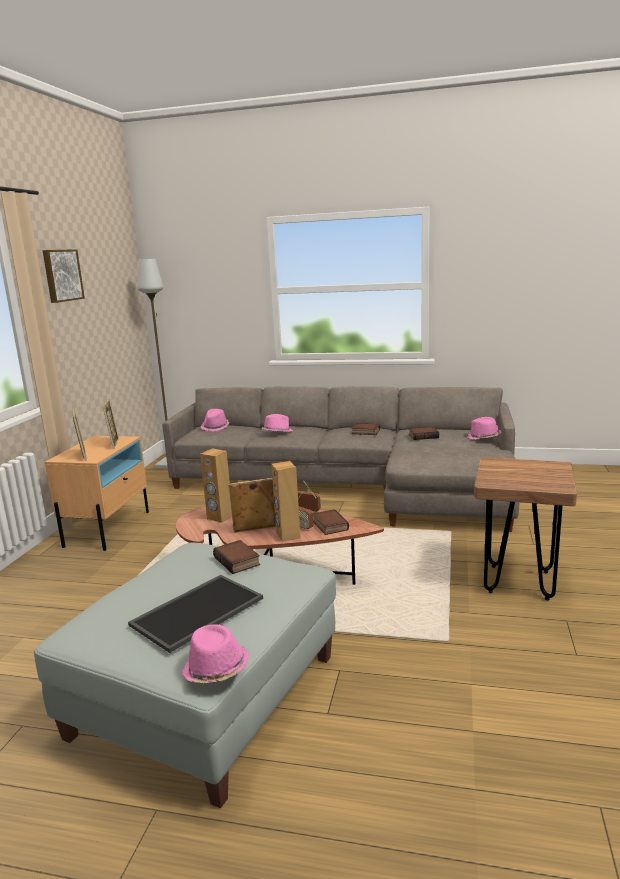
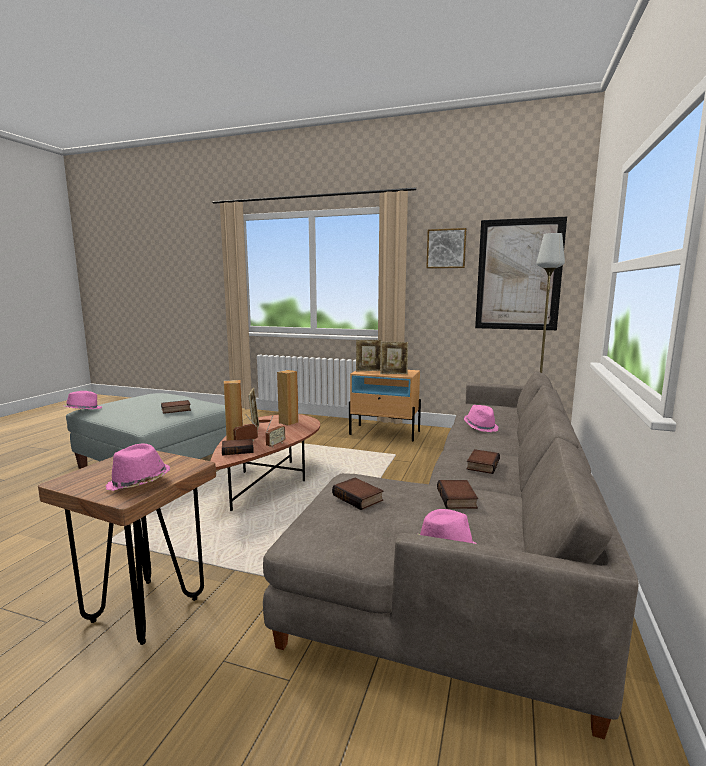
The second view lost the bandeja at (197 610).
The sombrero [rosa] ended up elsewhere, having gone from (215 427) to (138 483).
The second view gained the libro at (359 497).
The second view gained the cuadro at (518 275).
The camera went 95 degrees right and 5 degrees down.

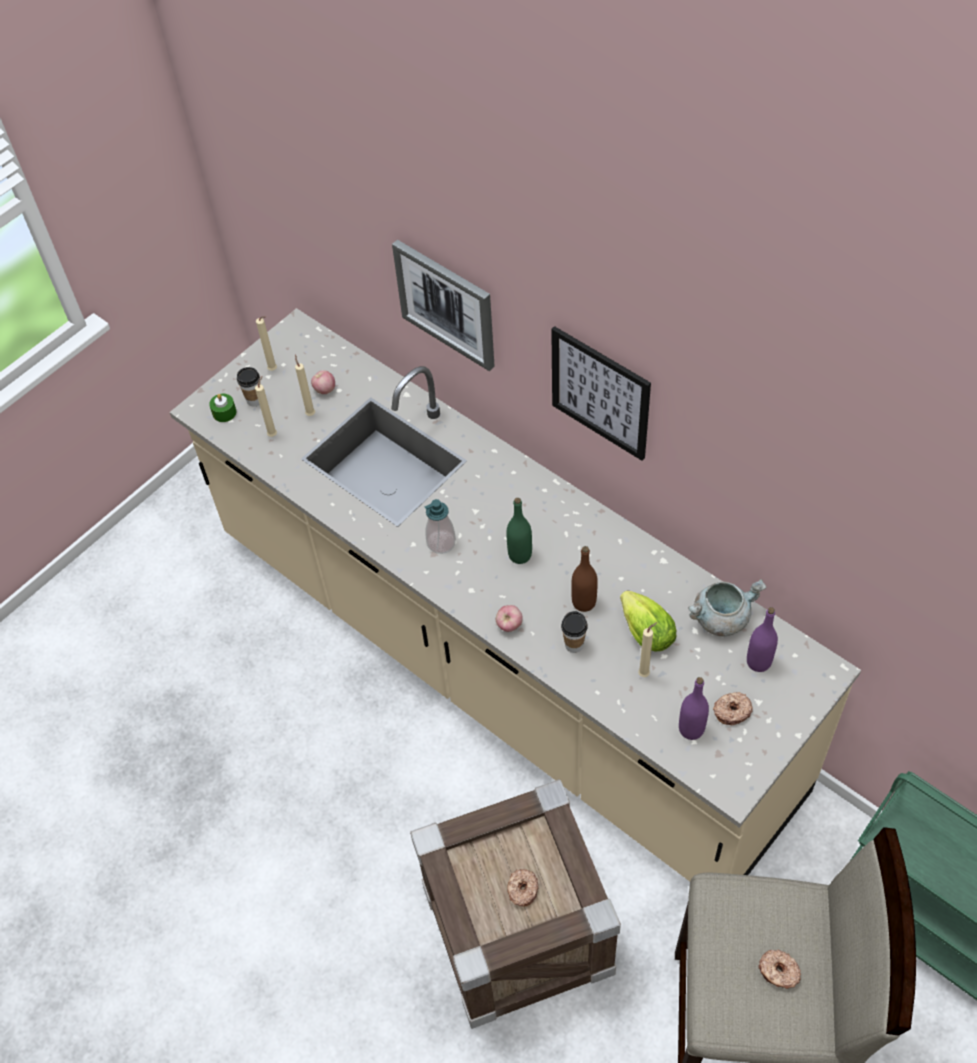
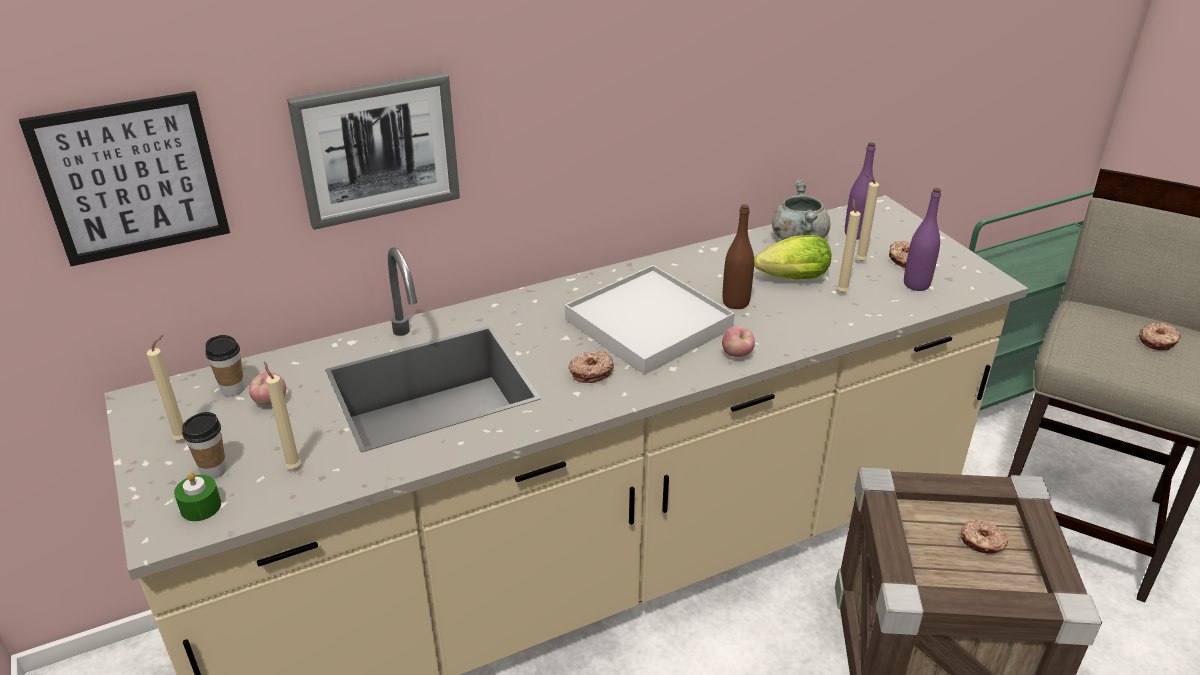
The vela [beis] ended up elsewhere, having gone from (310 413) to (858 261).
Where the dispensador de jabón stood at (441 542), the rosquilla came to stand at (591 372).
Where the botella [verde] stood at (520 555), the bandeja [blanco] came to stand at (648 324).
The cuadro ended up elsewhere, having gone from (600 393) to (131 178).
The taza ended up elsewhere, having gone from (574 645) to (233 389).
The camera went 70 degrees left and 20 degrees down.

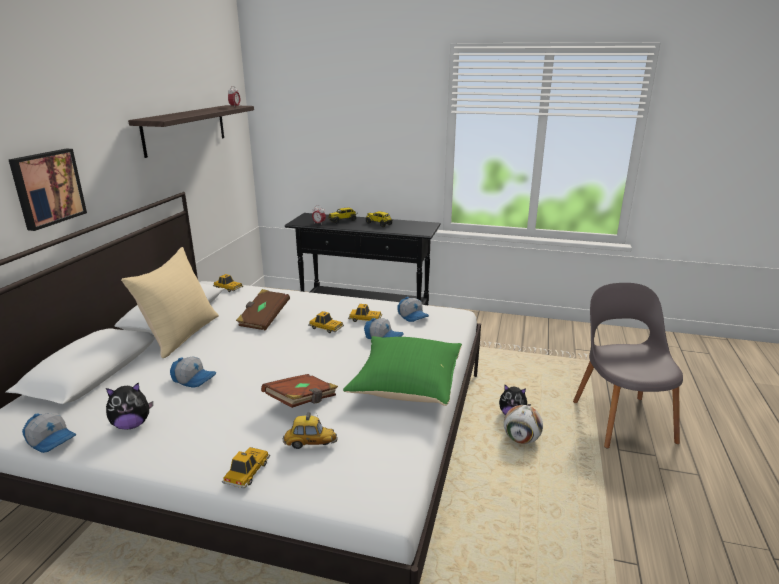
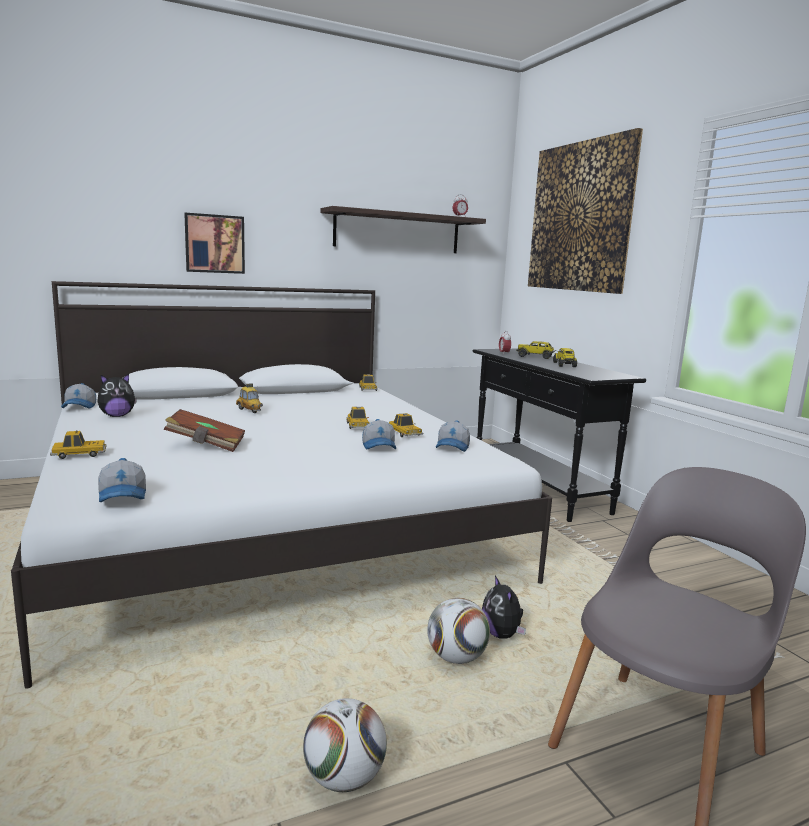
The peluche at (132 425) ended up facing another way, 60 degrees counterclockwise from before.
The second view lost the cojín [beis] at (181 335).
The gorra ended up elsewhere, having gone from (194 379) to (124 495).
The second view lost the libro [marrón] at (263 319).
The coche de juguete ended up elsewhere, having gone from (310 444) to (249 410).
The second view lost the cojín [verde] at (406 385).
The second view gained the balón de fútbol at (343 778).
The second view gained the cuadro at (580 217).
The camera went 50 degrees right and 10 degrees down.

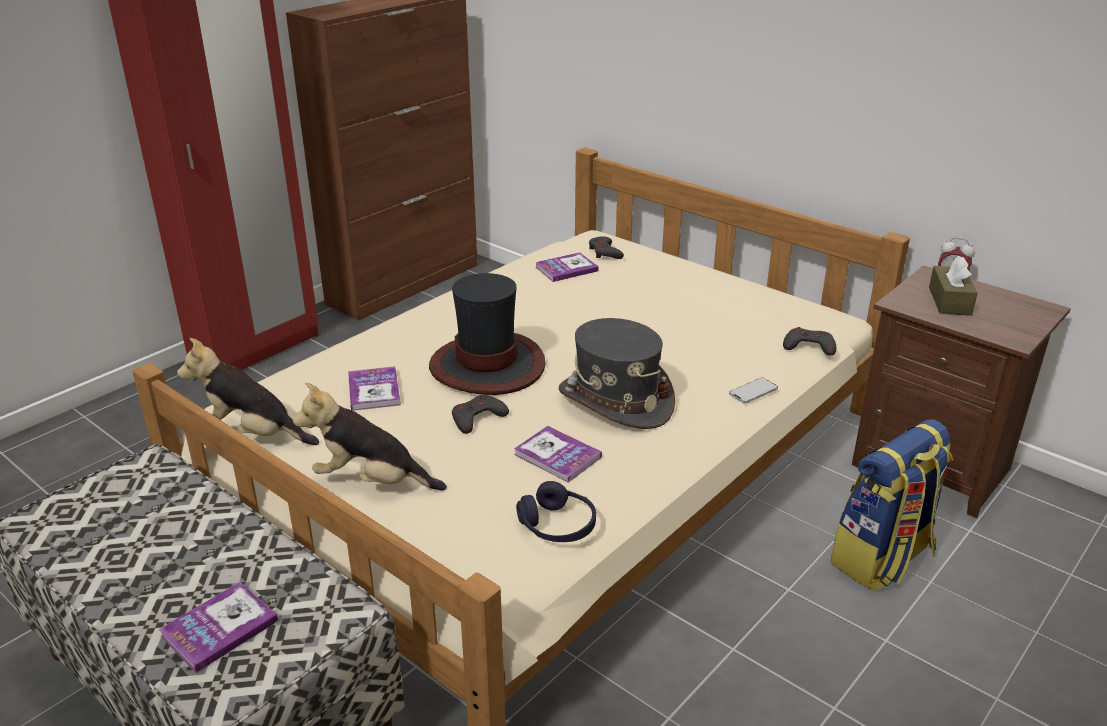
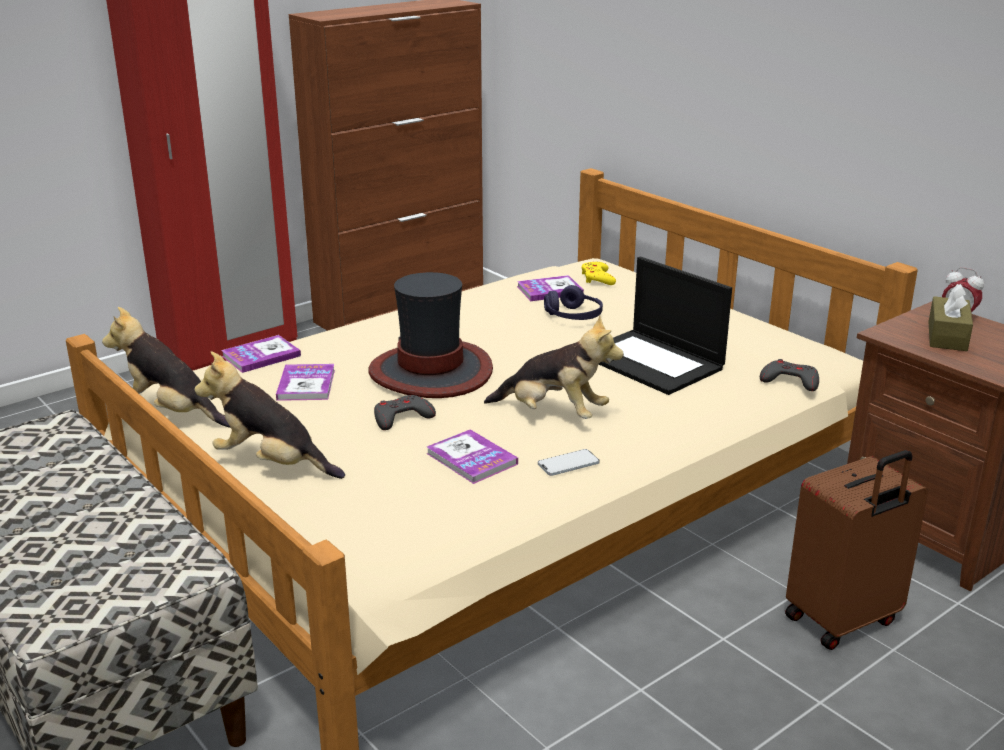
The libro ended up elsewhere, having gone from (219 628) to (261 356).
The auriculares [morado] ended up elsewhere, having gone from (557 526) to (573 316).
Where the sombrero [gris] stood at (615 401), the peluche came to stand at (553 414).
What was the mando de consola [gris] at (605 252) turned into the mando de consola [amarillo] at (597 278).
The móvil ended up elsewhere, having gone from (753 391) to (568 464).
Where the mochila stood at (882 559), the maleta [marrón] came to stand at (843 621).
The second view gained the portátil at (653 362).
The camera went 10 degrees right and 5 degrees down.

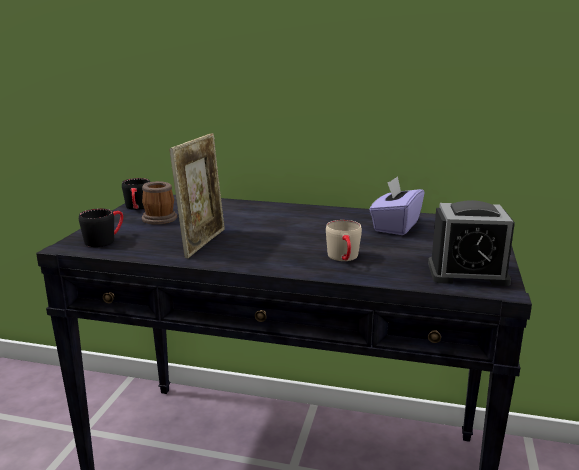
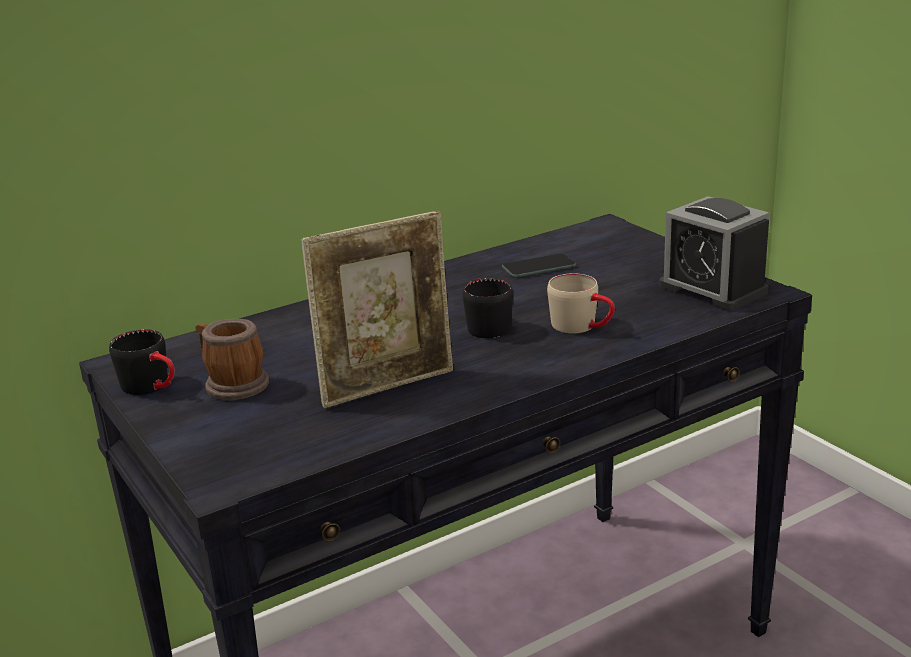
The taza grande [negro] ended up elsewhere, having gone from (105 240) to (486 324).
The portarretratos at (202 242) ended up facing another way, 90 degrees clockwise from before.
Where the caja de pañuelos [morado] stood at (395 226), the móvil came to stand at (538 267).
The despertador at (467 273) ended up facing another way, 90 degrees clockwise from before.
The camera went 45 degrees left and 5 degrees up.

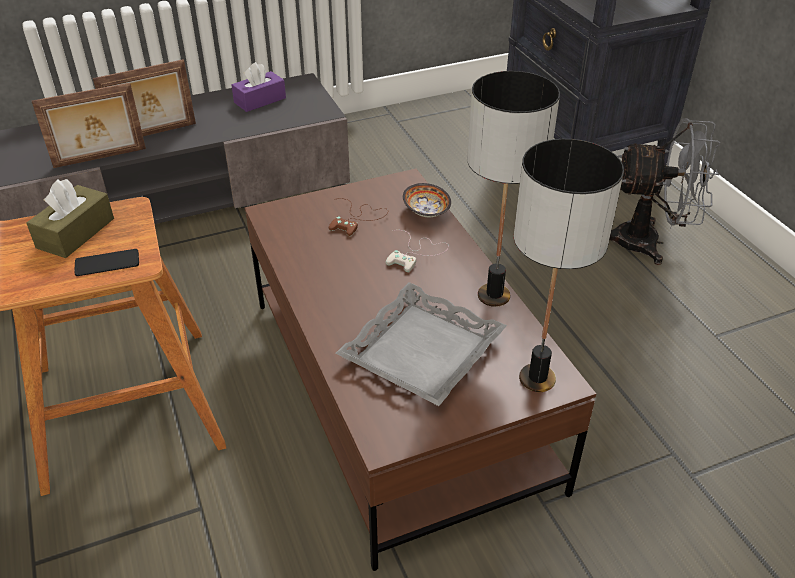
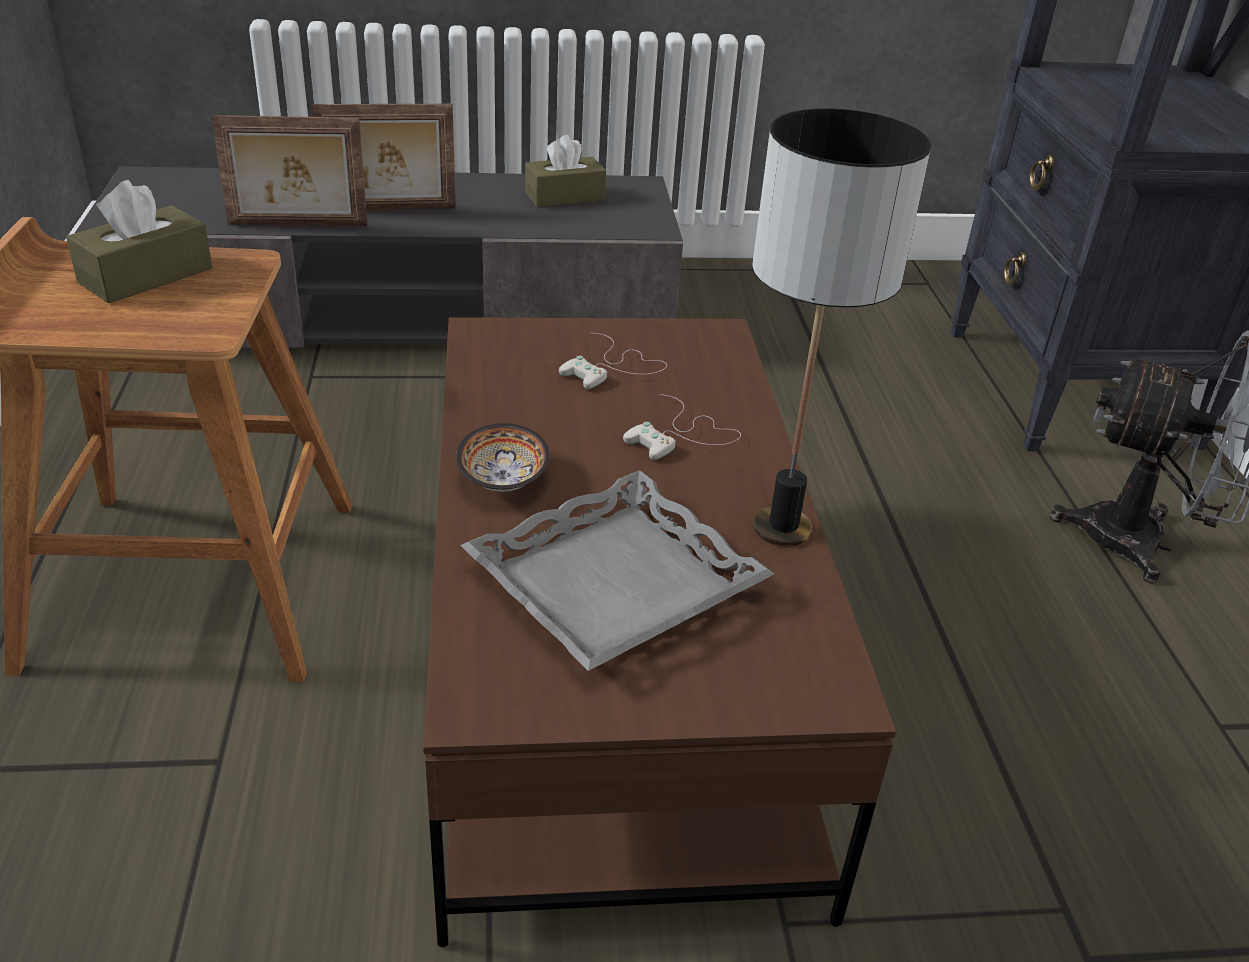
The second view lost the móvil at (107 263).
What was the caja de pañuelos [morado] at (260 100) turned into the caja de pañuelos [marrón] at (564 196).
What was the mando de consola [marrón] at (357 218) turned into the mando de consola [blanco] at (613 368).
The cuenco ended up elsewhere, having gone from (425 212) to (500 481).
The second view lost the lámpara de mesa at (536 379).
The camera went 15 degrees right and 5 degrees down.

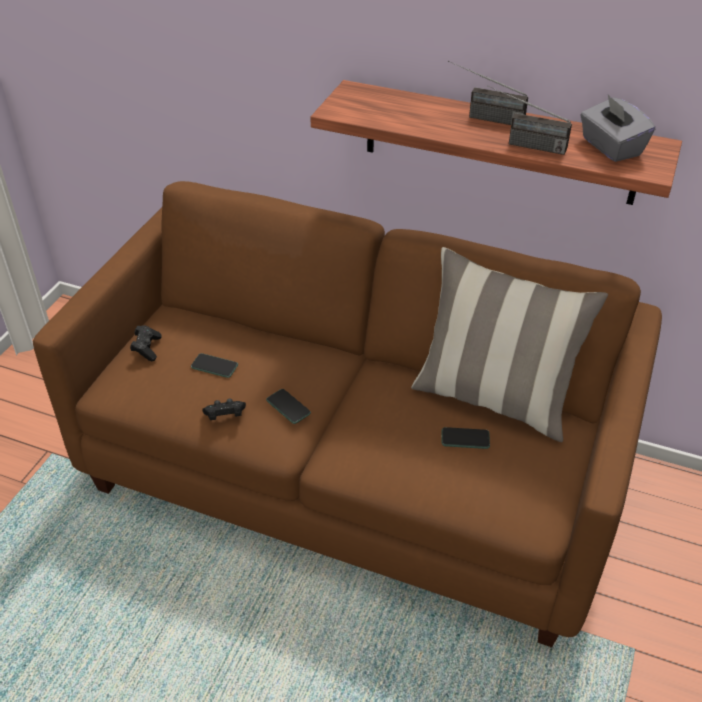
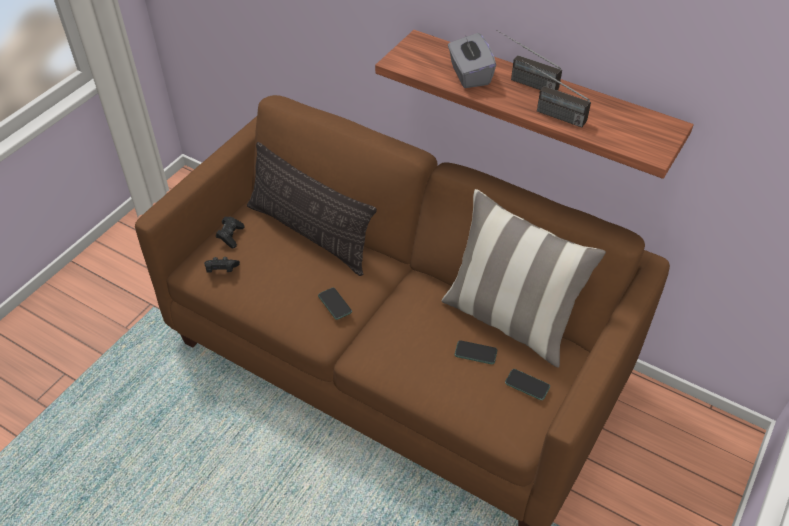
The móvil ended up elsewhere, having gone from (214 366) to (527 385).
The mando de consola [negro] ended up elsewhere, having gone from (225 416) to (221 270).
The caja de pañuelos [gris] ended up elsewhere, having gone from (610 147) to (469 75).
The second view gained the cojín at (310 234).
The camera went 10 degrees right and 5 degrees up.

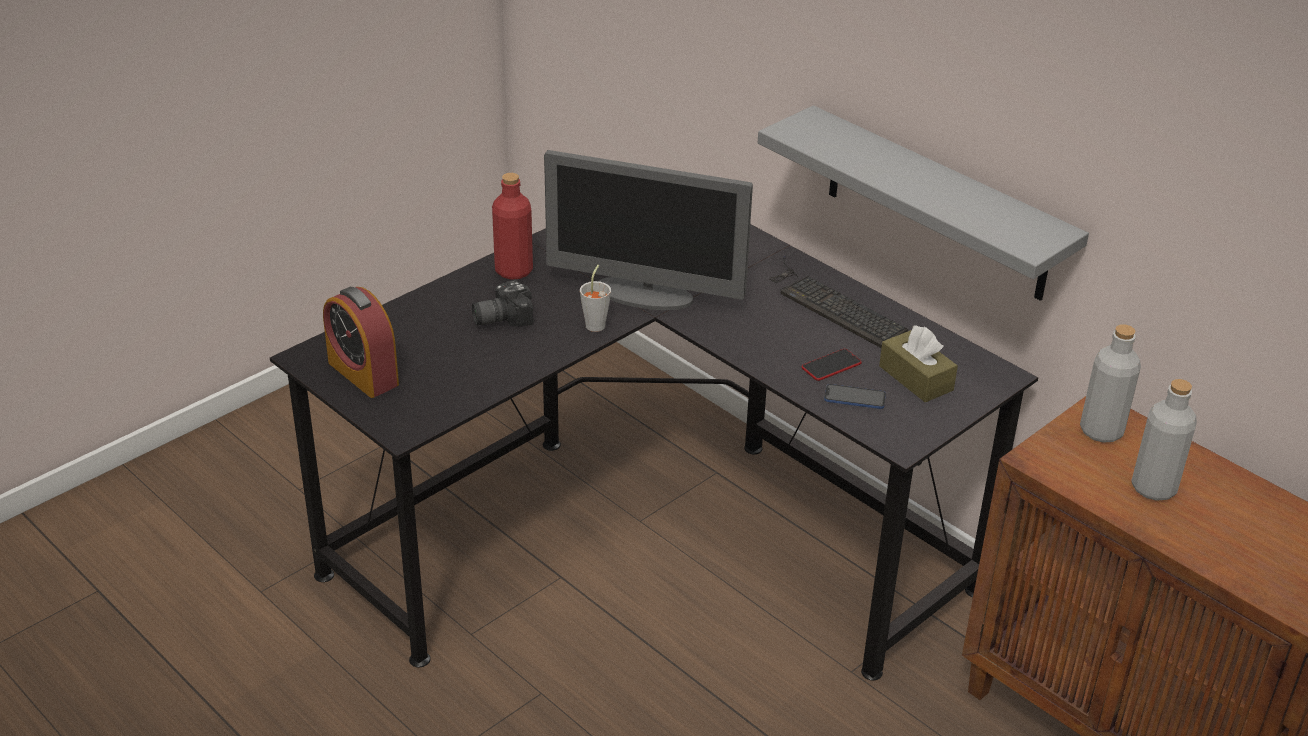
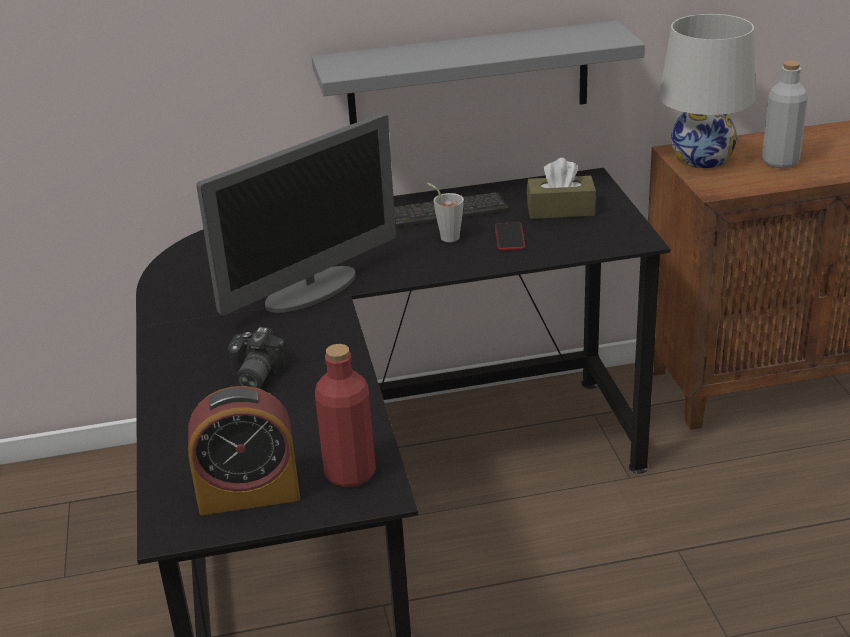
The botella [rojo] ended up elsewhere, having gone from (513 270) to (350 473).
The taza [gris] ended up elsewhere, having gone from (596 323) to (447 236).
The second view lost the móvil at (854 398).
Where the botella [gris] stood at (1101 431), the lámpara de mesa [blanco] came to stand at (702 158).
The camera went 55 degrees left and 5 degrees down.

